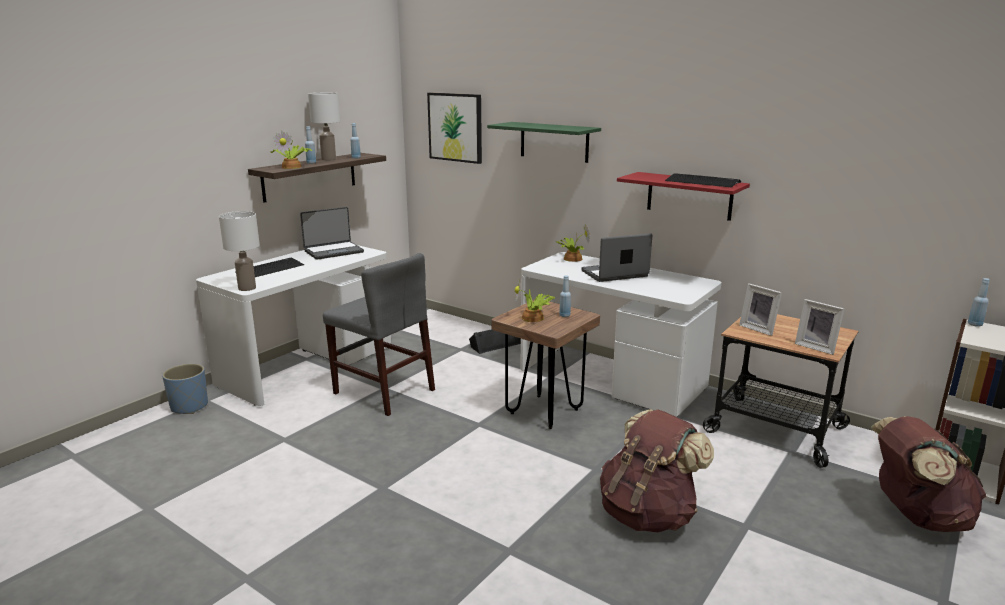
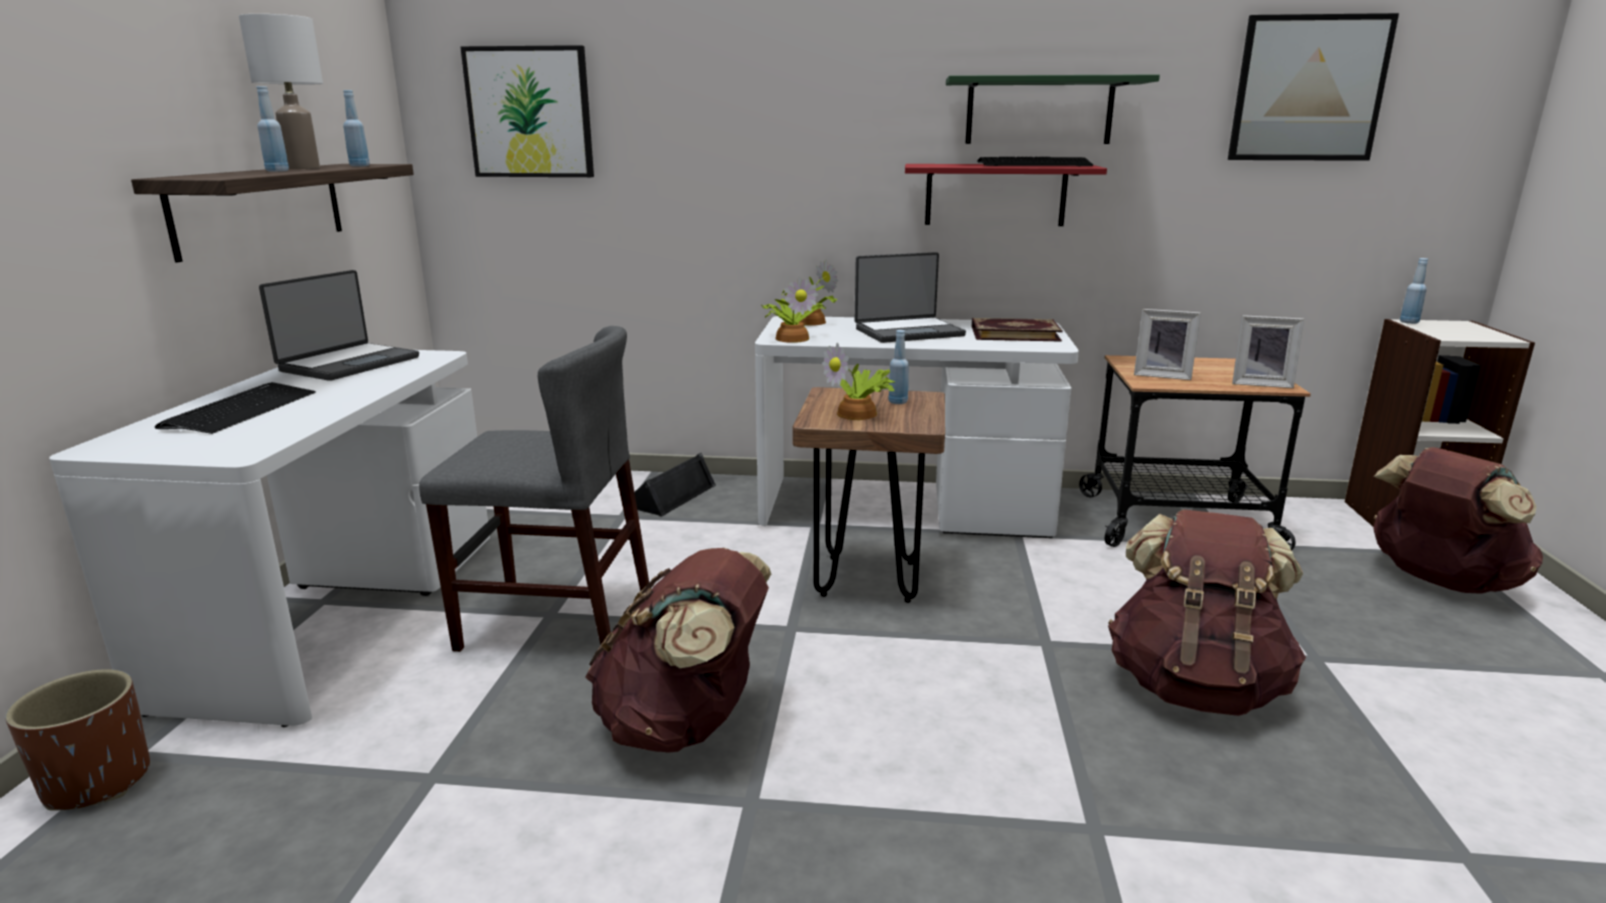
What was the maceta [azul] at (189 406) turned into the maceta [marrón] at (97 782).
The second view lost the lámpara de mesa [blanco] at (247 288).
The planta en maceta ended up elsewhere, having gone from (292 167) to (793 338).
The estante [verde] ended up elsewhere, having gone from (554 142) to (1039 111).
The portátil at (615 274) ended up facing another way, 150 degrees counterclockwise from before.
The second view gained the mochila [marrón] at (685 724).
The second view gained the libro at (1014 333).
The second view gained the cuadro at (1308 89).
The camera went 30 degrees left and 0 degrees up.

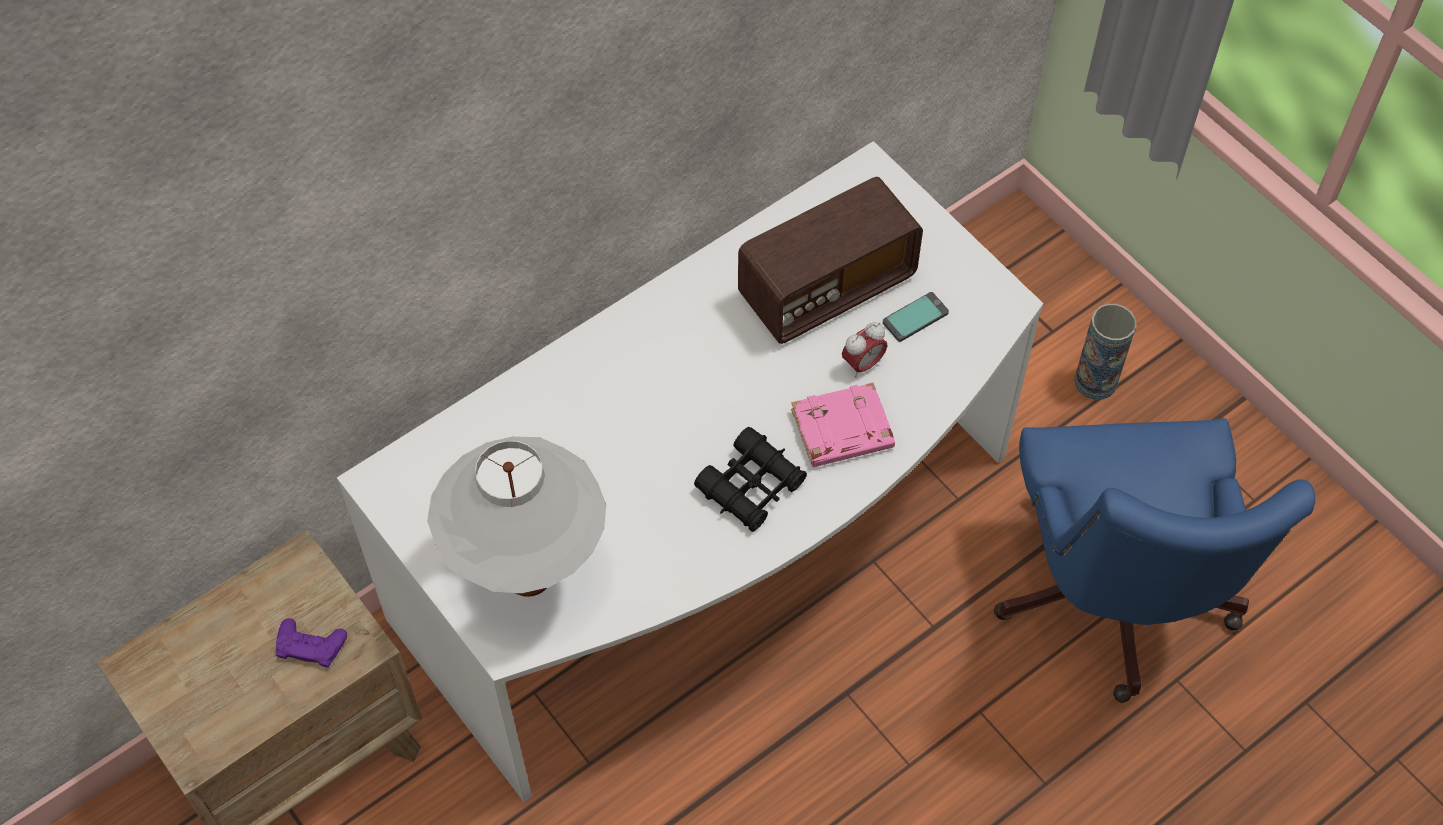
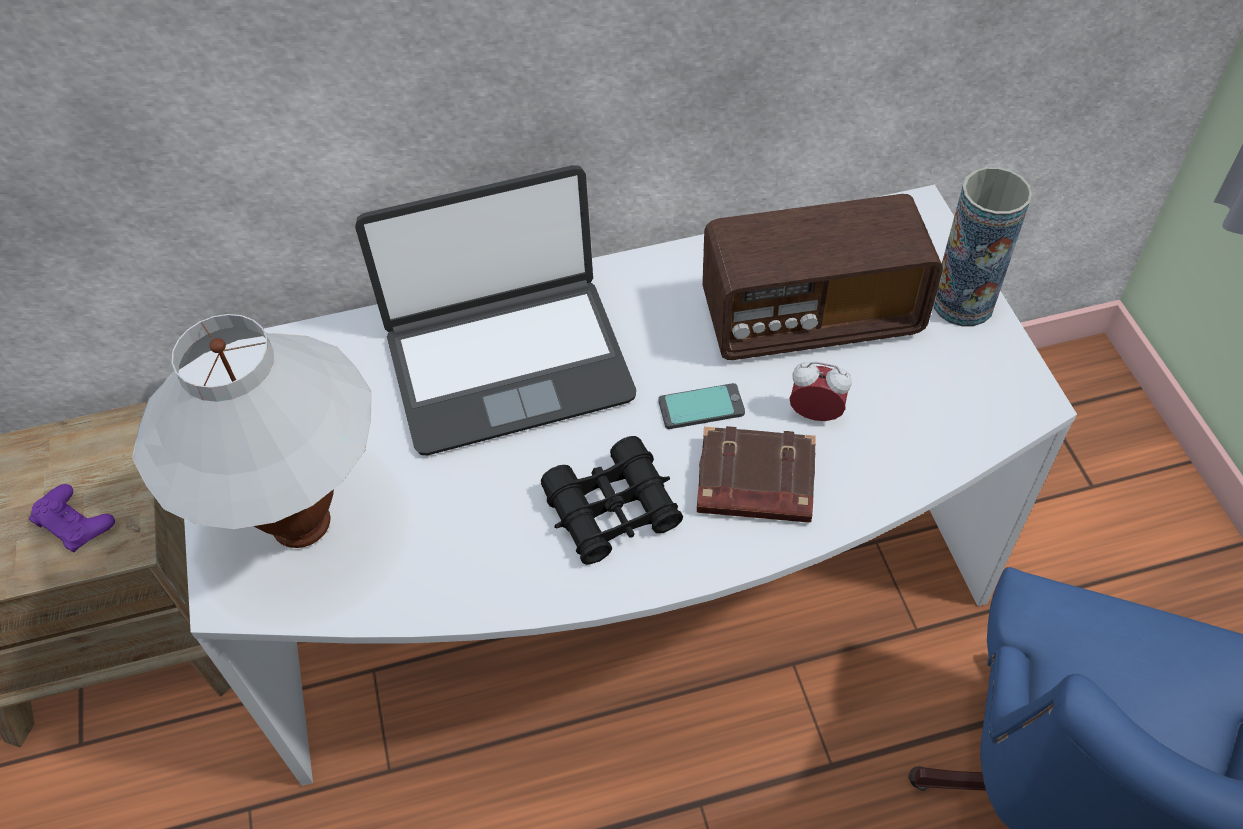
What was the libro [rosa] at (841 431) turned into the libro [marrón] at (754 482).
The despertador at (863 364) ended up facing another way, 150 degrees counterclockwise from before.
The móvil ended up elsewhere, having gone from (915 317) to (701 407).
The florero ended up elsewhere, having gone from (1095 381) to (963 303).
The second view gained the portátil at (508 364).
The camera went 25 degrees right and 5 degrees down.

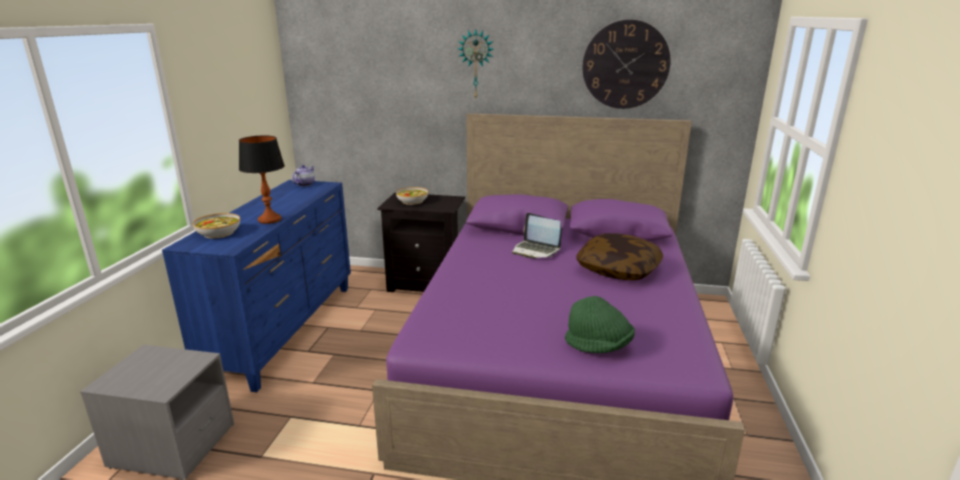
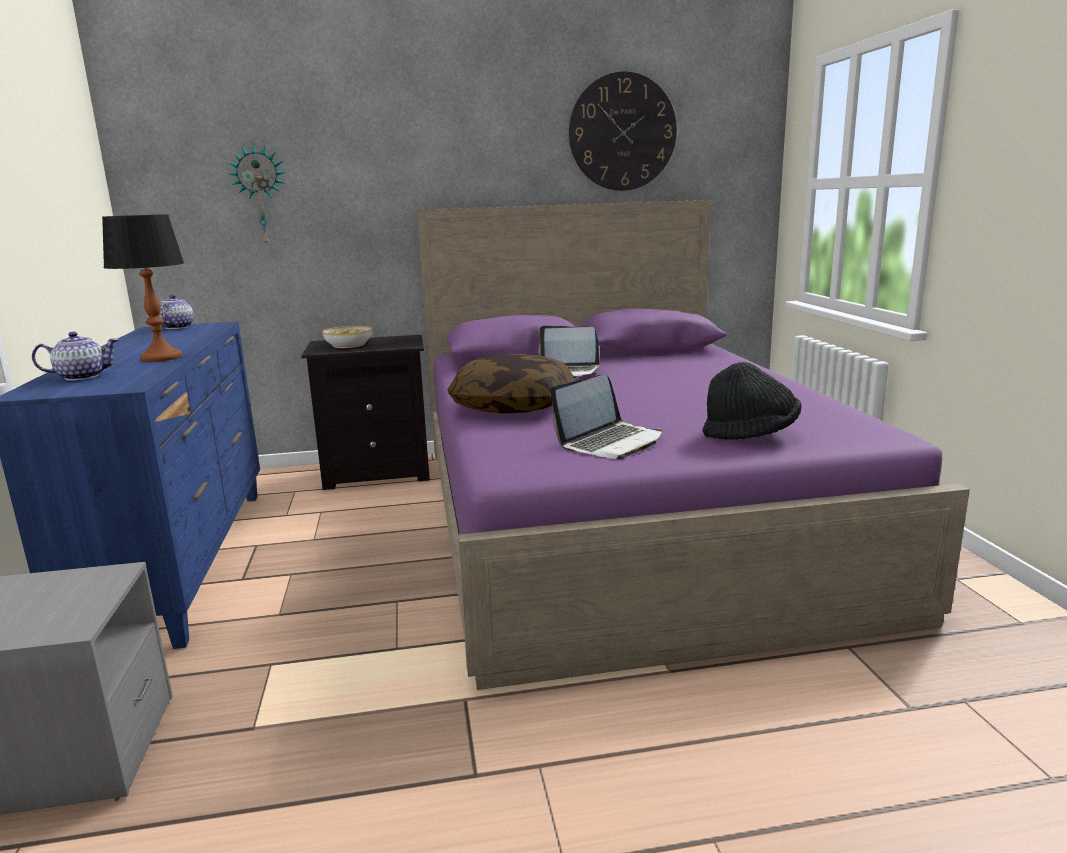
Where the cuenco stood at (218 233), the tetera came to stand at (81 377).
The reloj de pared ended up elsewhere, having gone from (476 64) to (260 196).
What was the sombrero [verde] at (598 346) turned into the sombrero [negro] at (750 435).
The cojín ended up elsewhere, having gone from (618 269) to (513 405).
The second view gained the portátil at (610 442).
The camera went 20 degrees left and 5 degrees down.

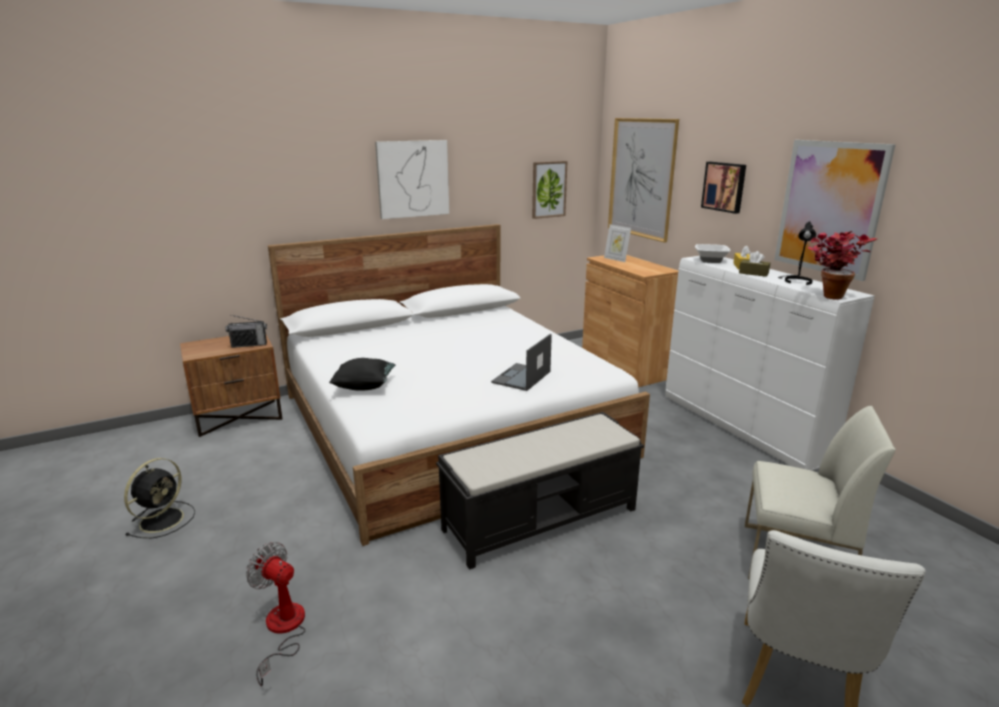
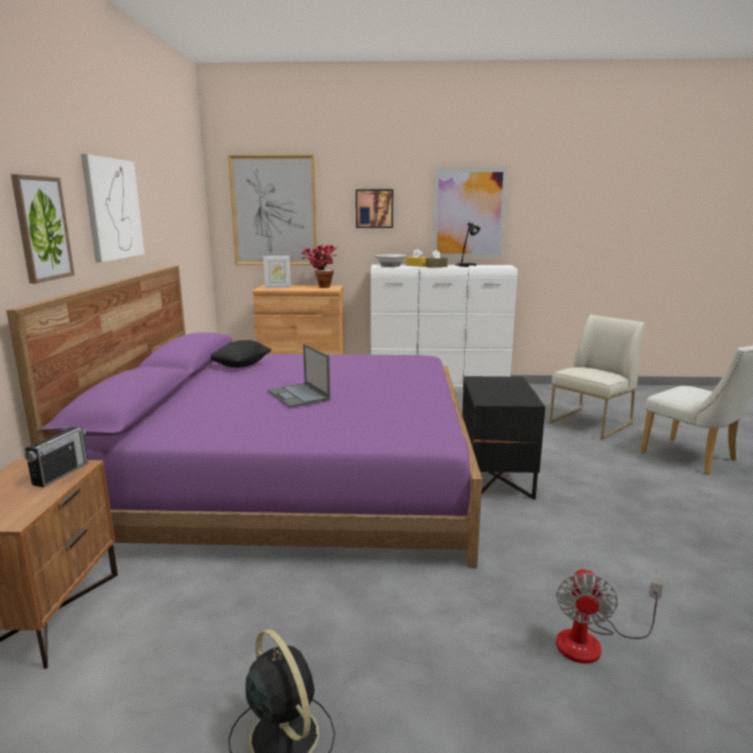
The ventilador at (282 630) ended up facing another way, 45 degrees counterclockwise from before.
What was the cama [blanco] at (449 423) turned into the cama [morado] at (294 474).
The cojín [negro] ended up elsewhere, having gone from (364 386) to (241 365).
Where the banco [negro] stood at (542 519), the mesita de noche [negro] came to stand at (495 477).
The portátil ended up elsewhere, having gone from (521 377) to (299 395).
The cuadro ended up elsewhere, having gone from (548 189) to (42 228).
The planta en maceta ended up elsewhere, having gone from (828 295) to (320 287).
The camera went 60 degrees left and 5 degrees down.

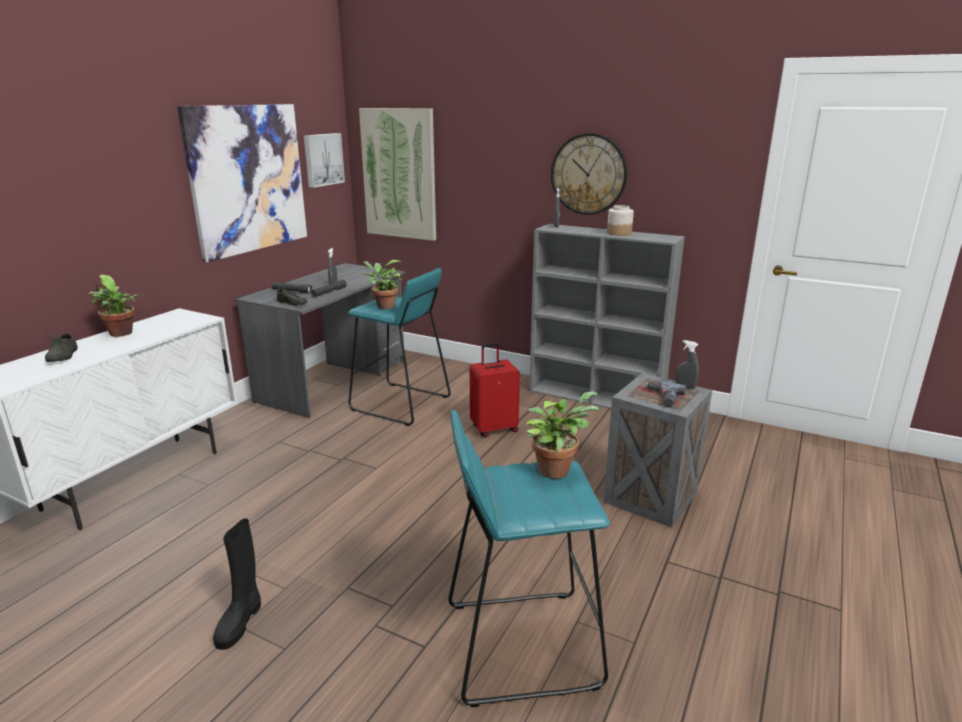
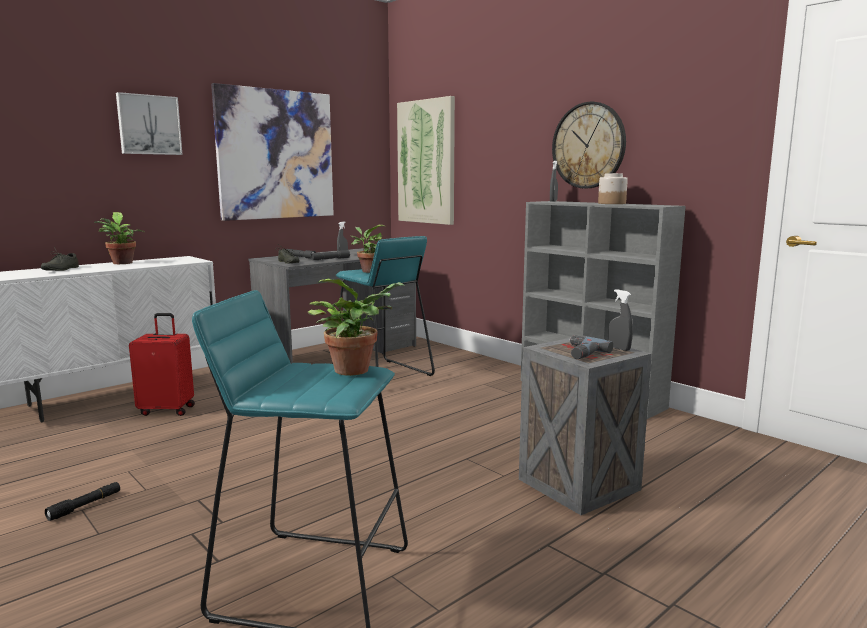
Where the bota [negro] stood at (240 622), the linterna [negro] came to stand at (85 506).
The cuadro ended up elsewhere, having gone from (322 159) to (149 125).
The maleta [rojo] ended up elsewhere, having gone from (494 428) to (167 410).
The camera went 20 degrees right and 10 degrees down.

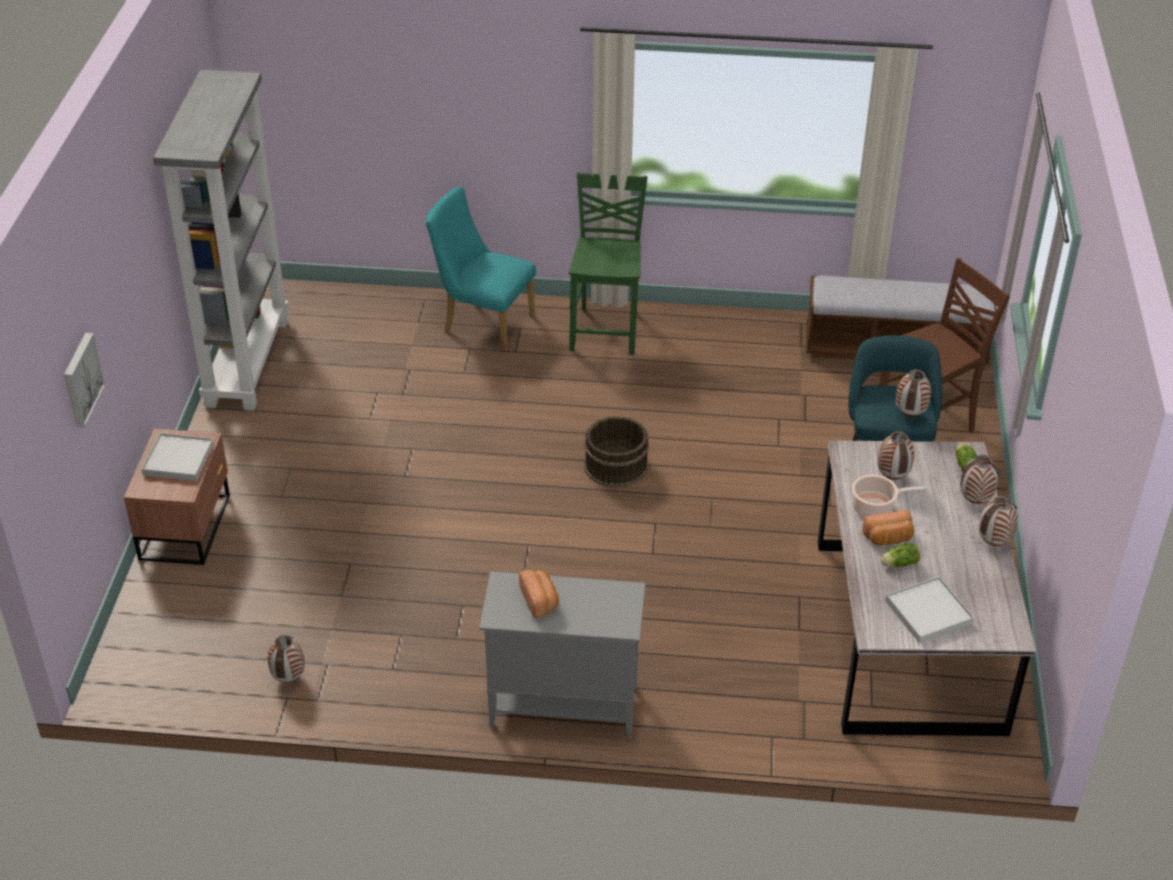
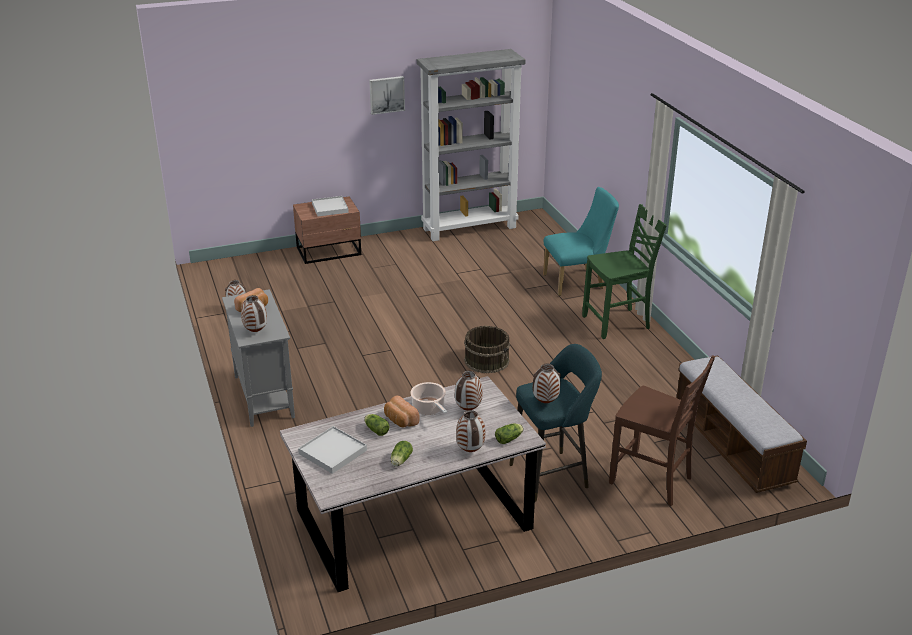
The cuadro ended up elsewhere, having gone from (80 379) to (386 94).
The silla [turquesa] at (482 322) ended up facing another way, 75 degrees clockwise from before.
The florero ended up elsewhere, having gone from (993 542) to (256 331).
The second view gained the lechuga at (400 461).
The camera went 65 degrees right and 10 degrees down.

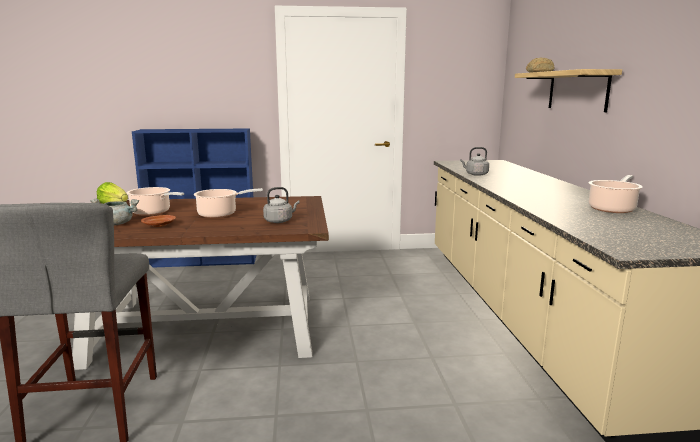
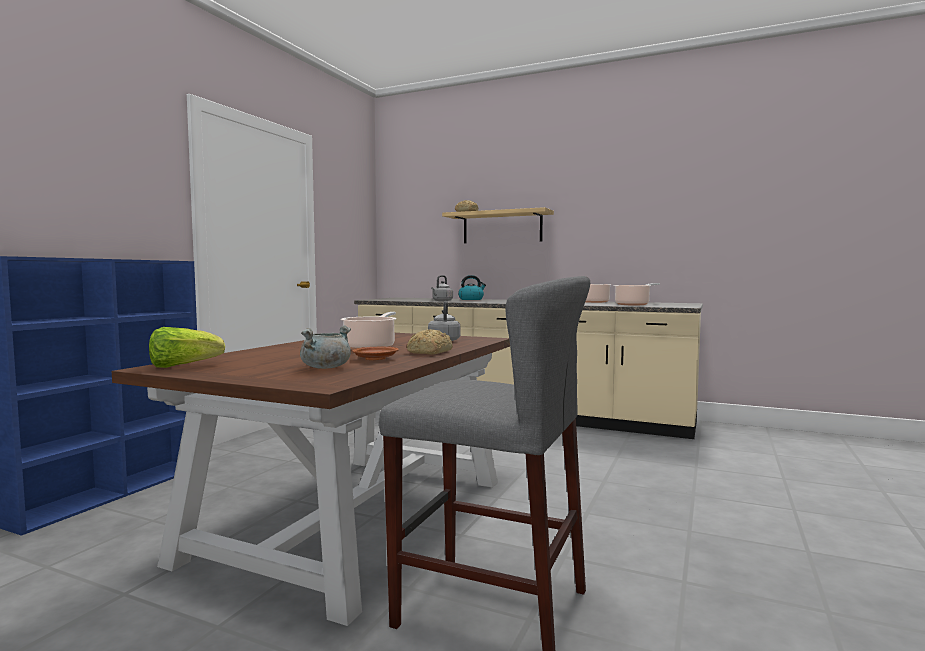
The olla ended up elsewhere, having gone from (153 212) to (633 304).
The second view gained the pan at (429 352).
The second view gained the hervidor at (471 299).
The camera went 60 degrees left and 10 degrees down.

